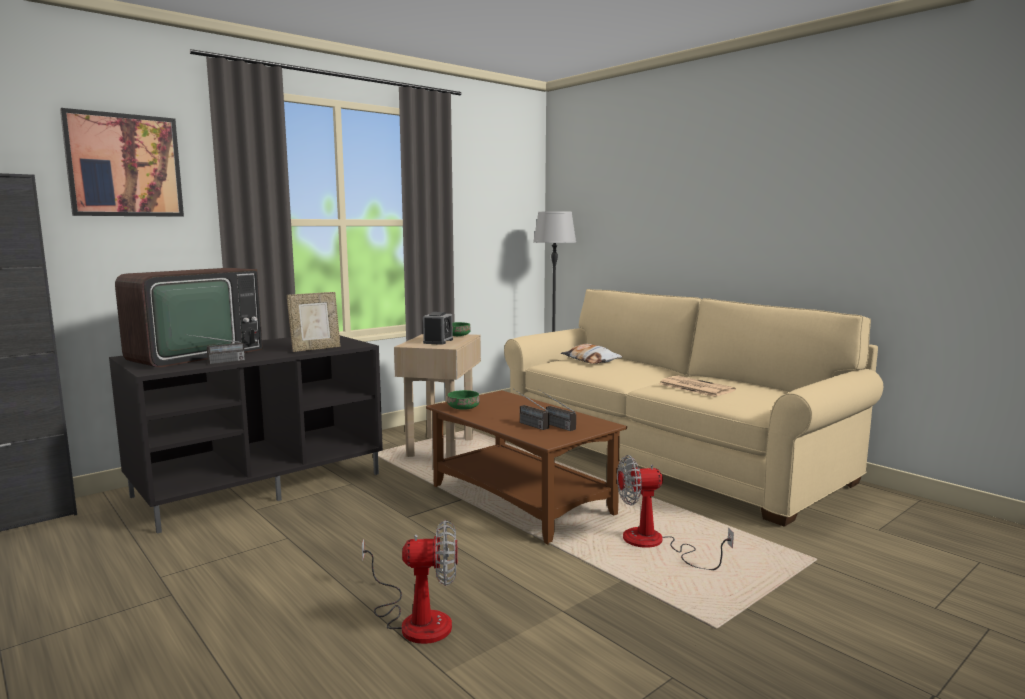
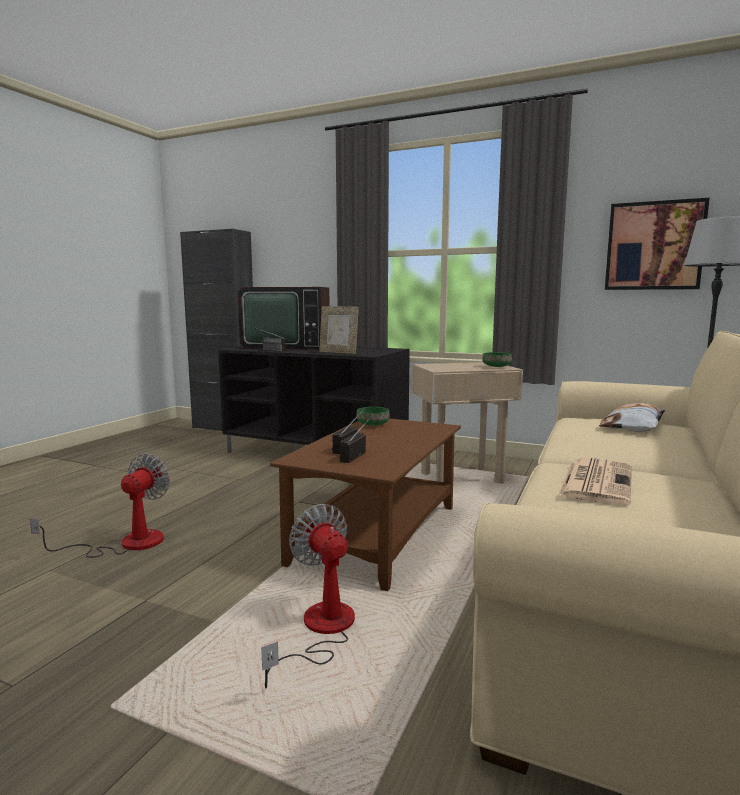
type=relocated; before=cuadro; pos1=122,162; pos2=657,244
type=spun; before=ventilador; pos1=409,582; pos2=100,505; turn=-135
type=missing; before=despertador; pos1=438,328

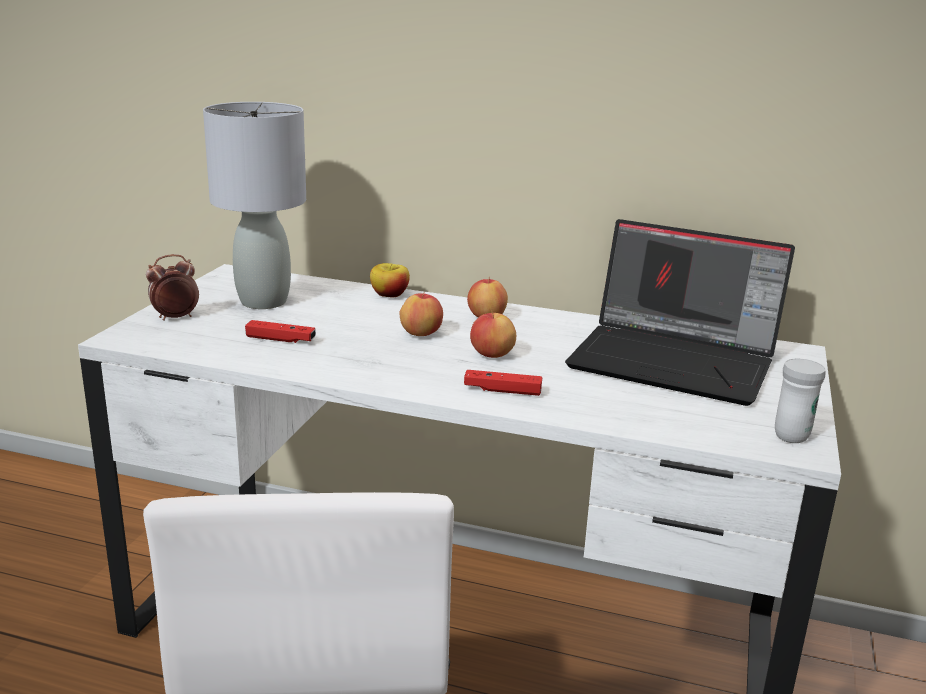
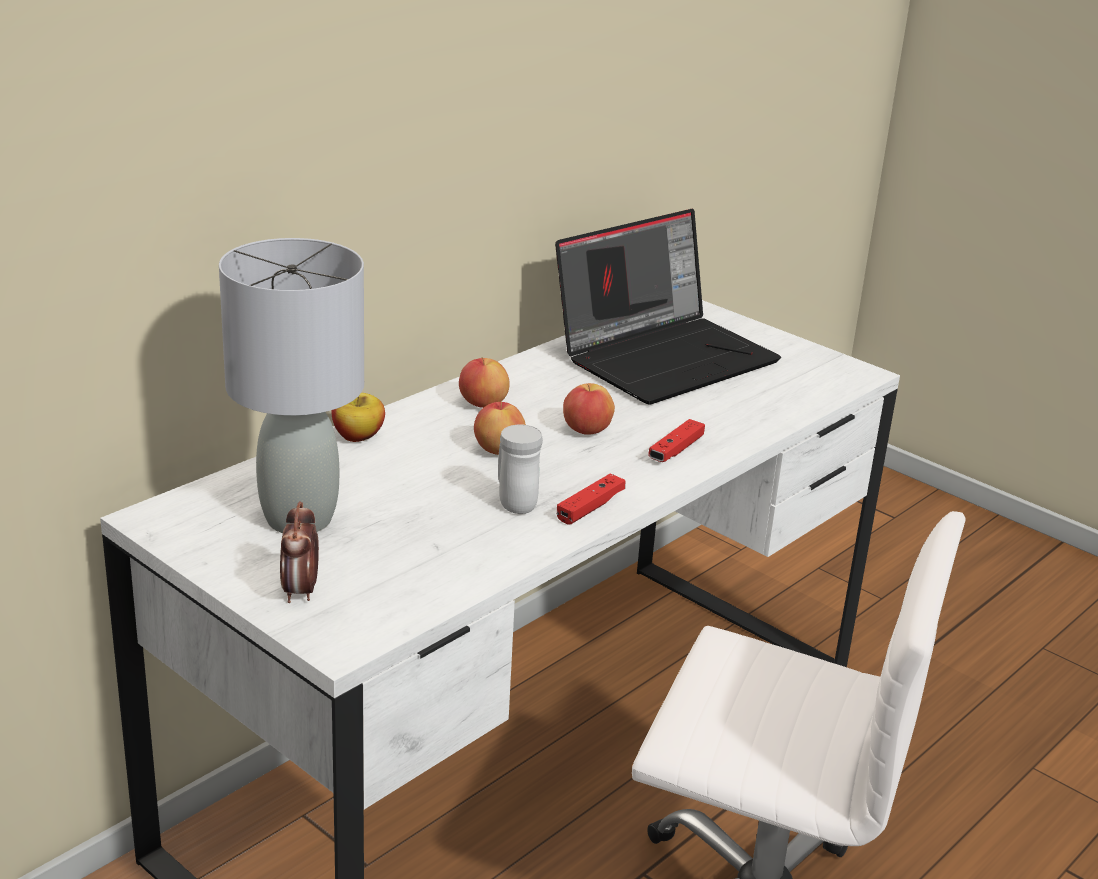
type=relocated; before=mando de consola (rojo); pos1=280,331; pos2=591,499
type=relocated; before=taza grande (blanco); pos1=800,400; pos2=520,469

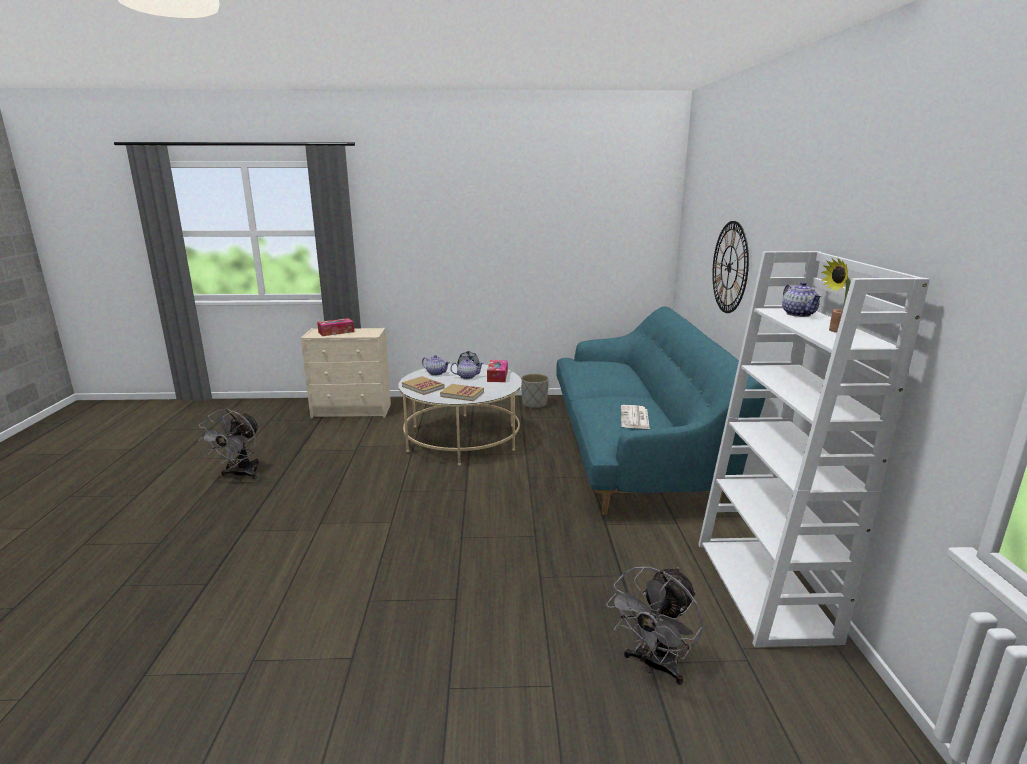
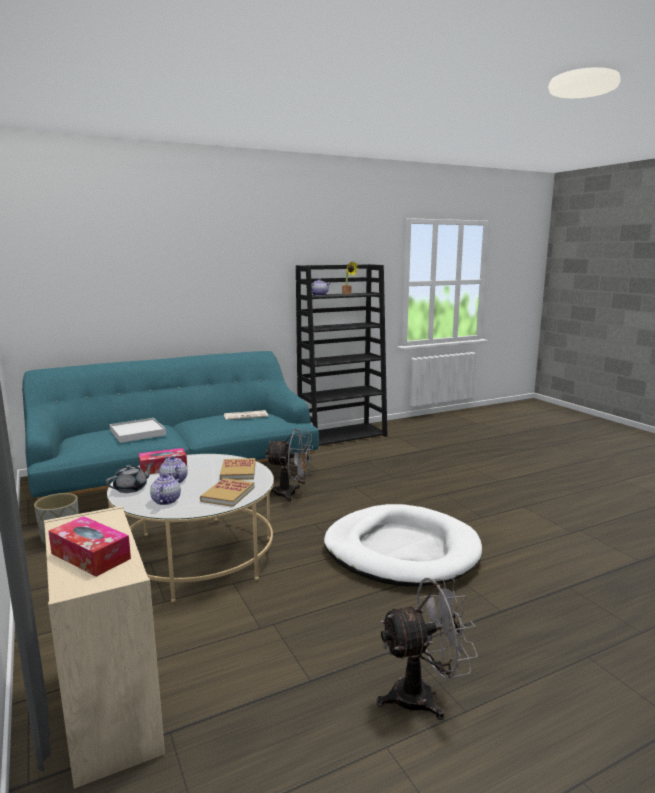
type=relocated; before=ventilador (gris); pos1=654,626; pos2=289,465
type=colour; before=estantería (blanco); after=estantería (negro); pos1=814,449; pos2=341,356
type=missing; before=reloj de pared; pos1=730,267
type=appeared; after=bandeja (blanco); pos2=138,430
type=appeared; after=cama para perro (blanco); pos2=403,545

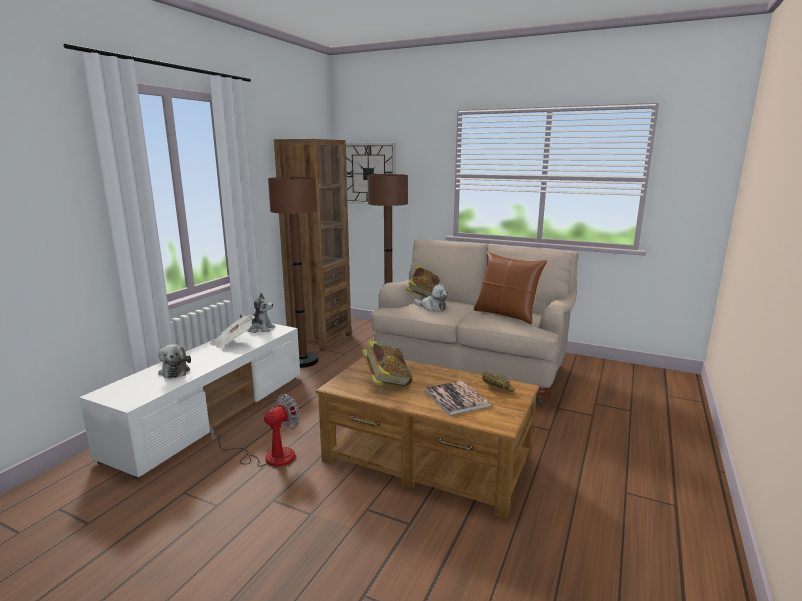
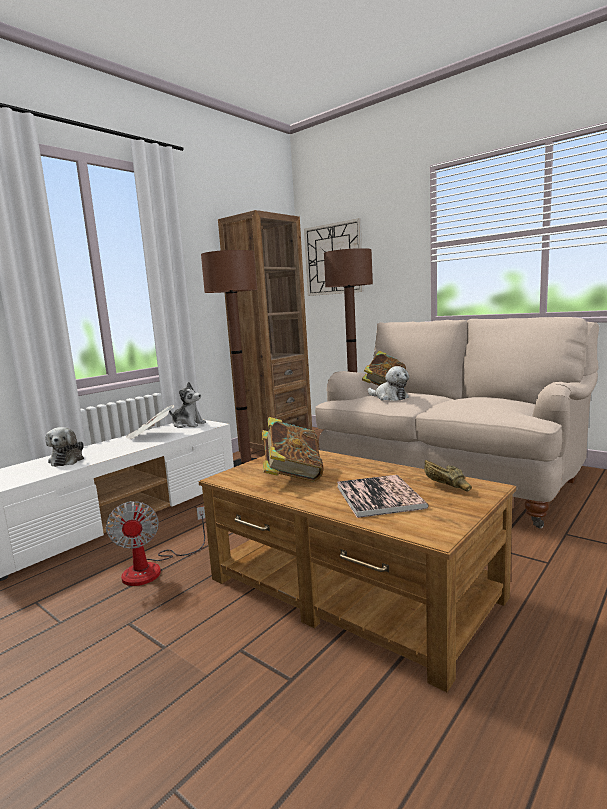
type=spun; before=ventilador; pos1=255,430; pos2=155,543; turn=105
type=missing; before=cojín (marrón); pos1=510,288

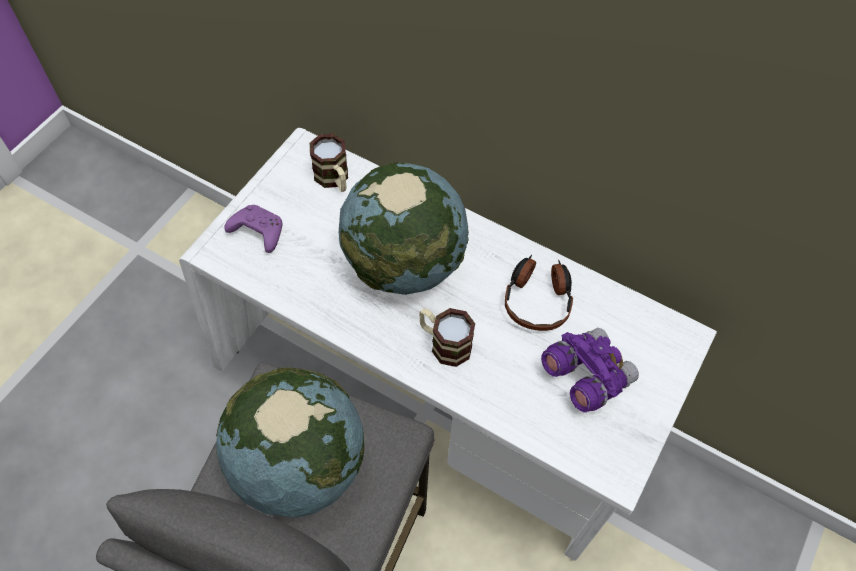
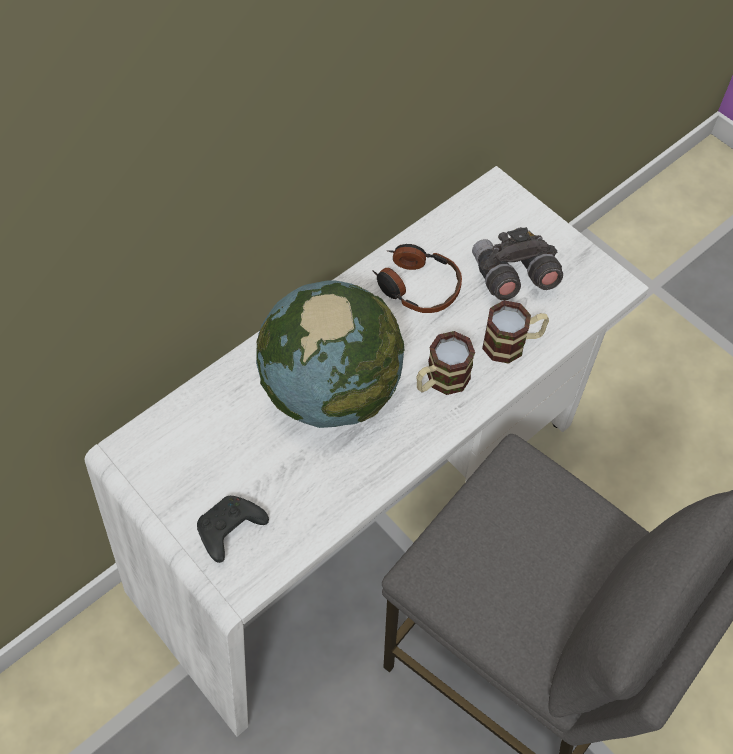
type=missing; before=globo terráqueo; pos1=290,442
type=colour; before=mando de consola (morado); after=mando de consola (negro); pos1=253,229; pos2=233,529
type=relocated; before=taza grande; pos1=329,163; pos2=515,332
type=colour; before=prismáticos (morado); after=prismáticos (gris); pos1=590,370; pos2=517,263

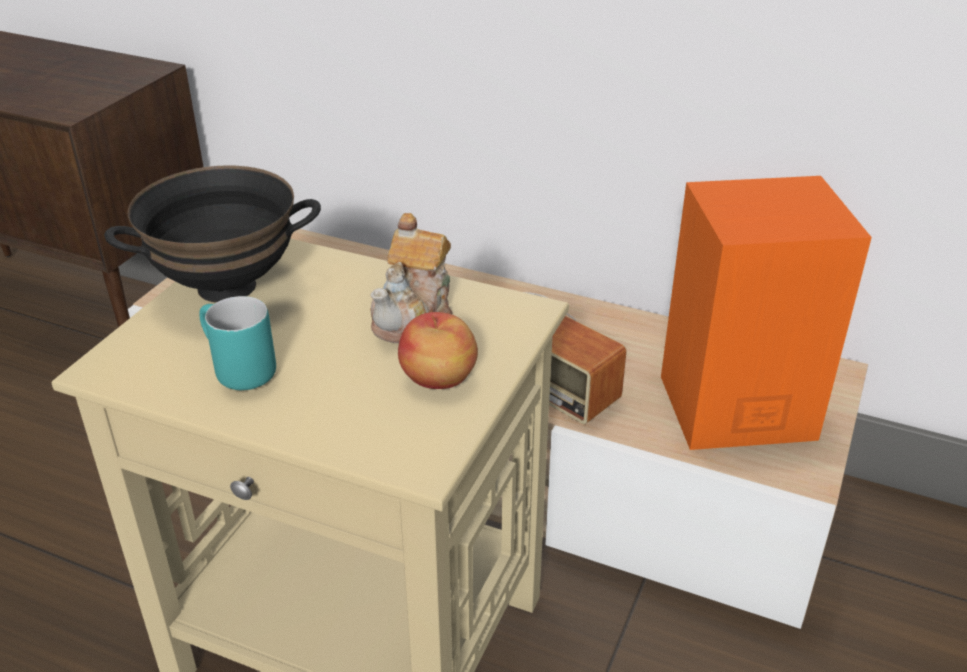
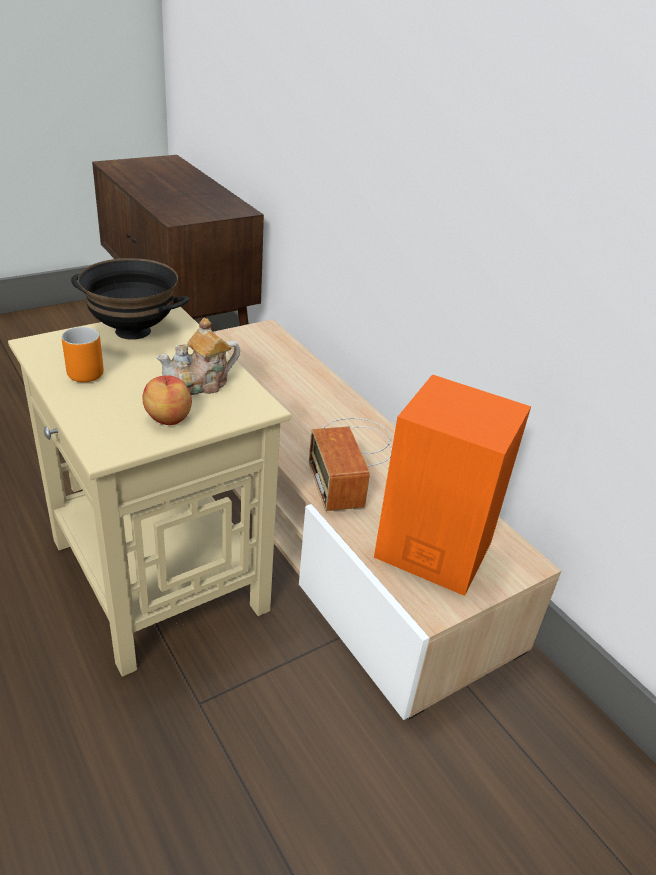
type=colour; before=taza grande (turquesa); after=taza grande (naranja); pos1=237,343; pos2=83,354

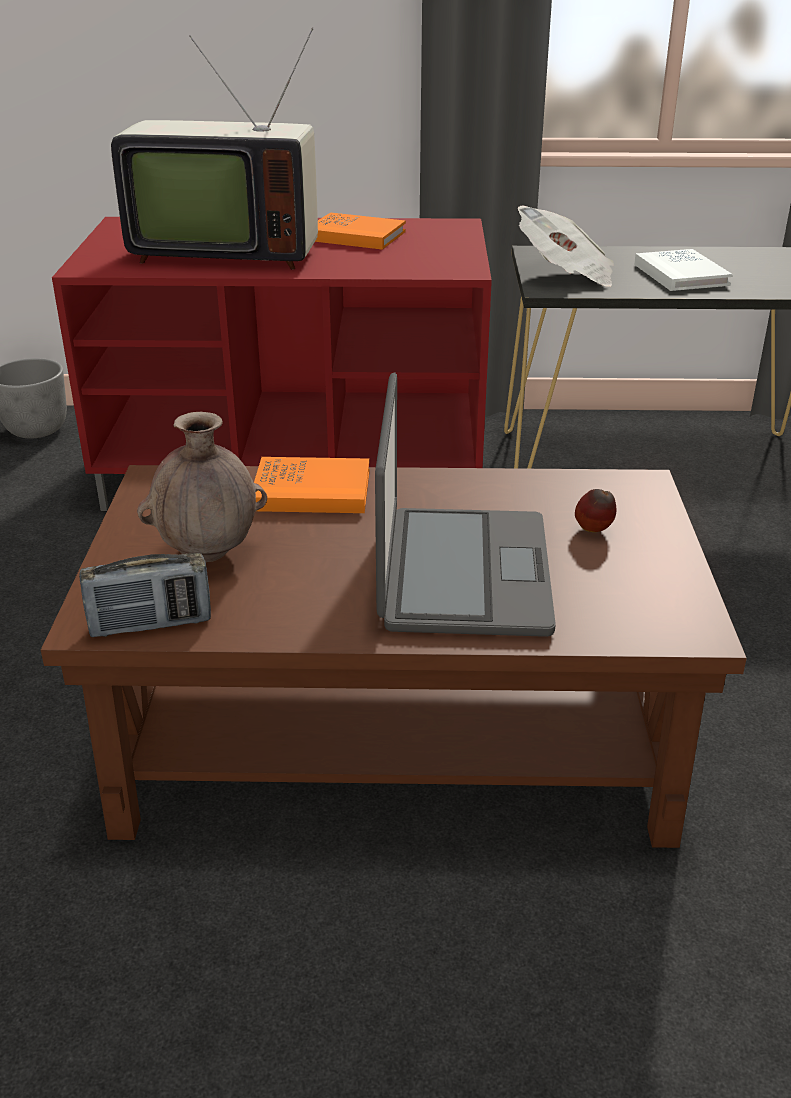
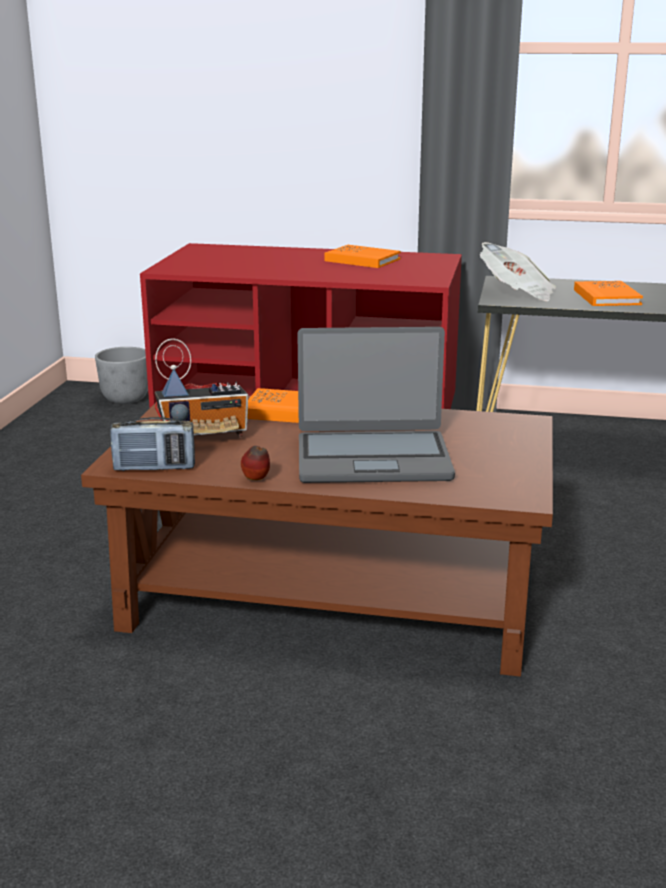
type=missing; before=televisor; pos1=214,148
type=exchanged; before=florero (marrón); after=radio; pos1=202,487; pos2=201,388
type=spun; before=portátil; pos1=465,504; pos2=376,405; turn=75
type=relocated; before=manzana; pos1=595,510; pos2=255,463
type=colour; before=libro (blanco); after=libro (naranja); pos1=683,270; pos2=608,293

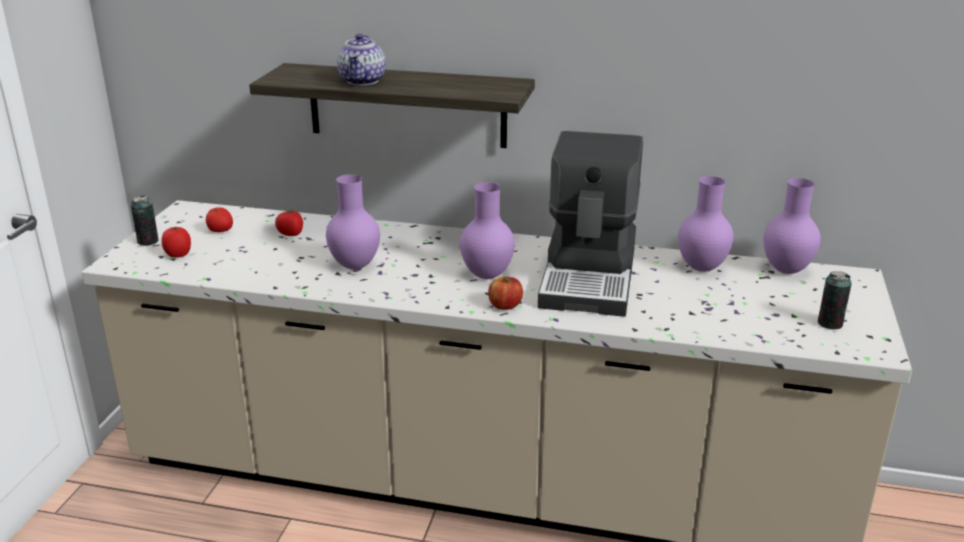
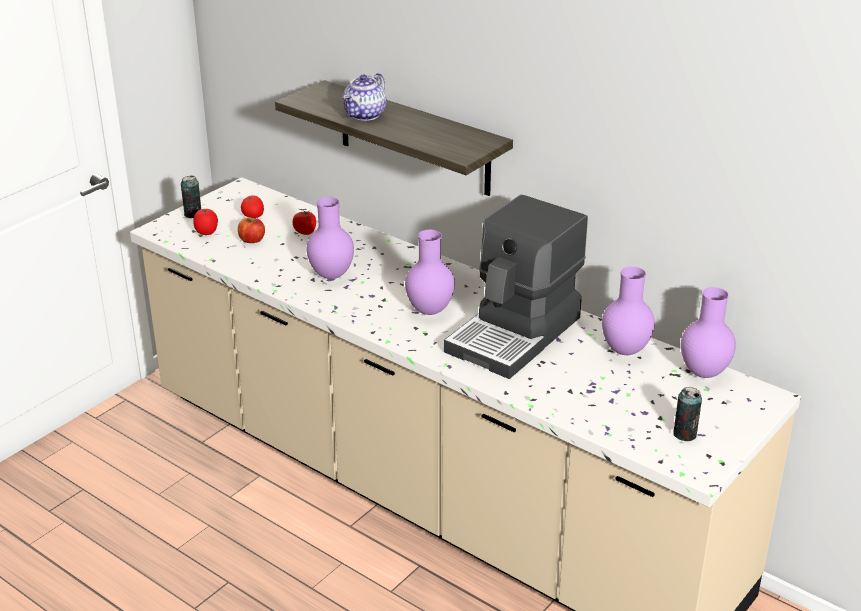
type=relocated; before=manzana; pos1=505,293; pos2=251,230

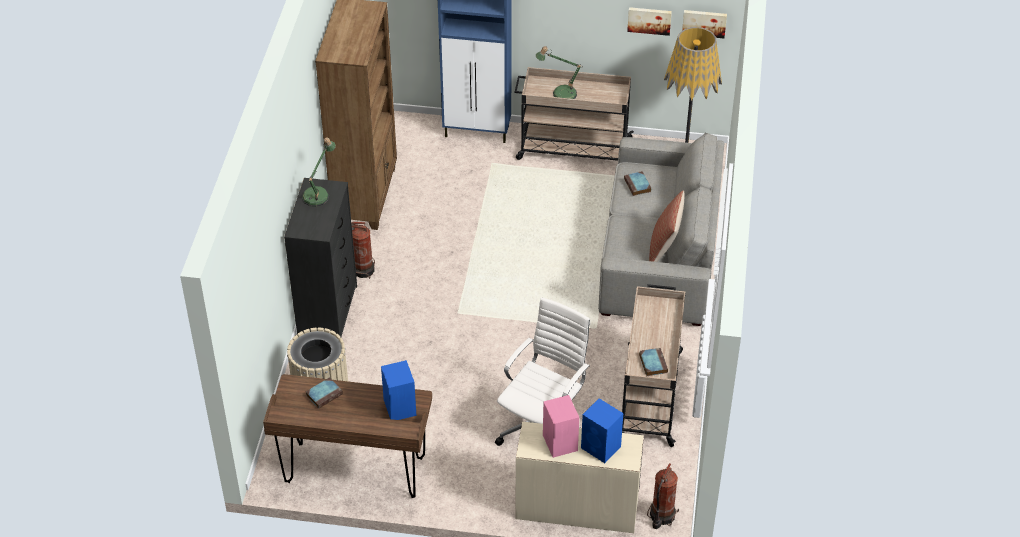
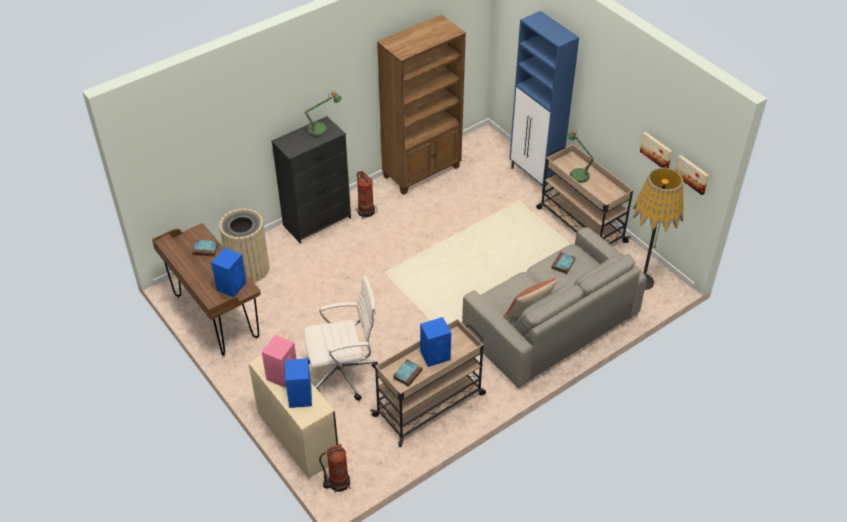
type=appeared; after=altavoz (azul); pos2=435,342

